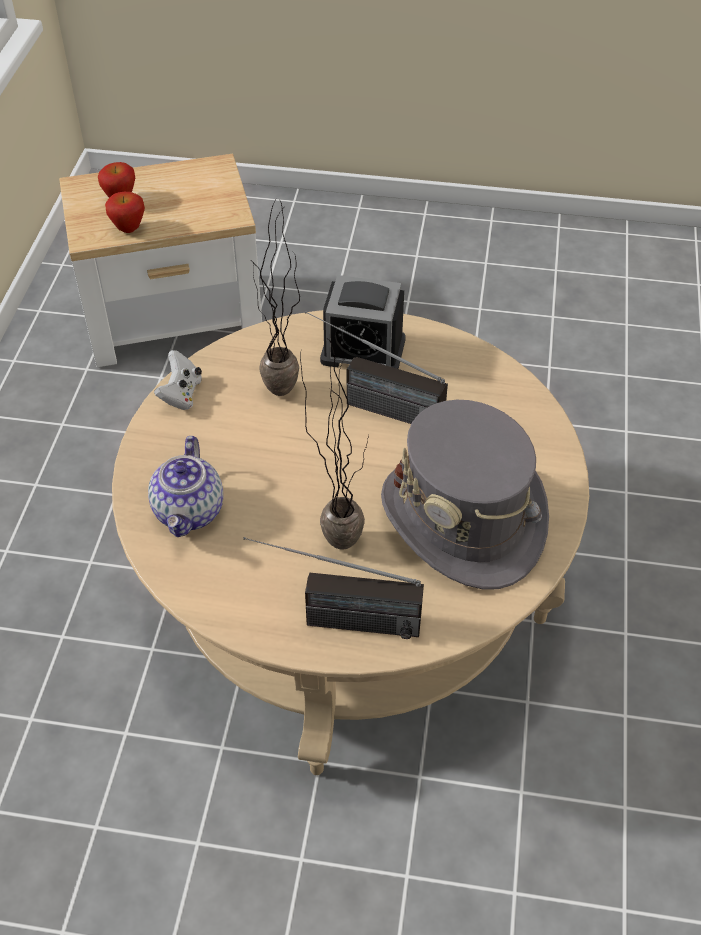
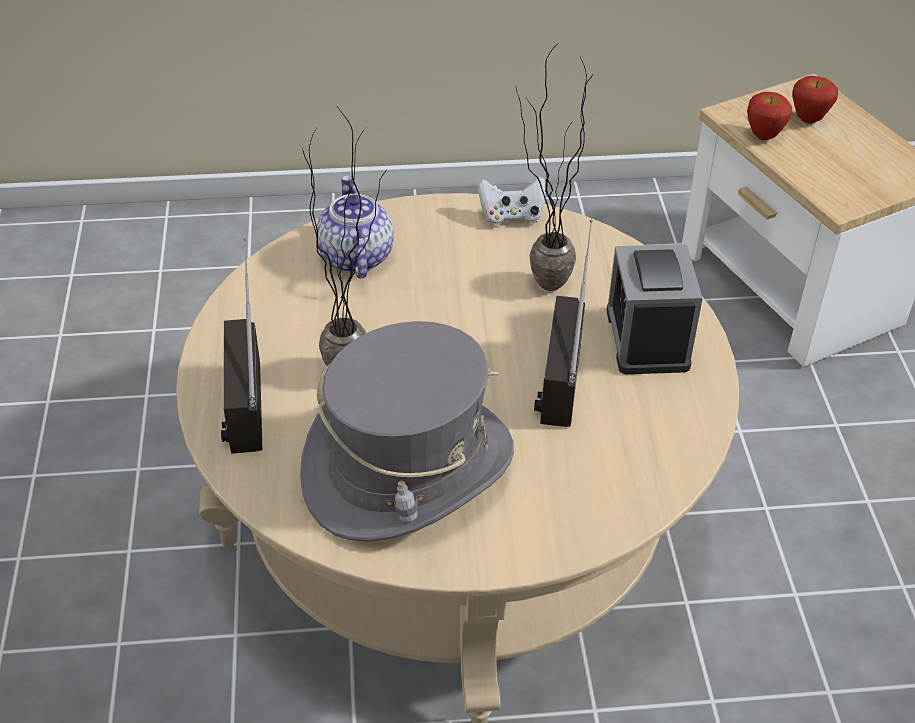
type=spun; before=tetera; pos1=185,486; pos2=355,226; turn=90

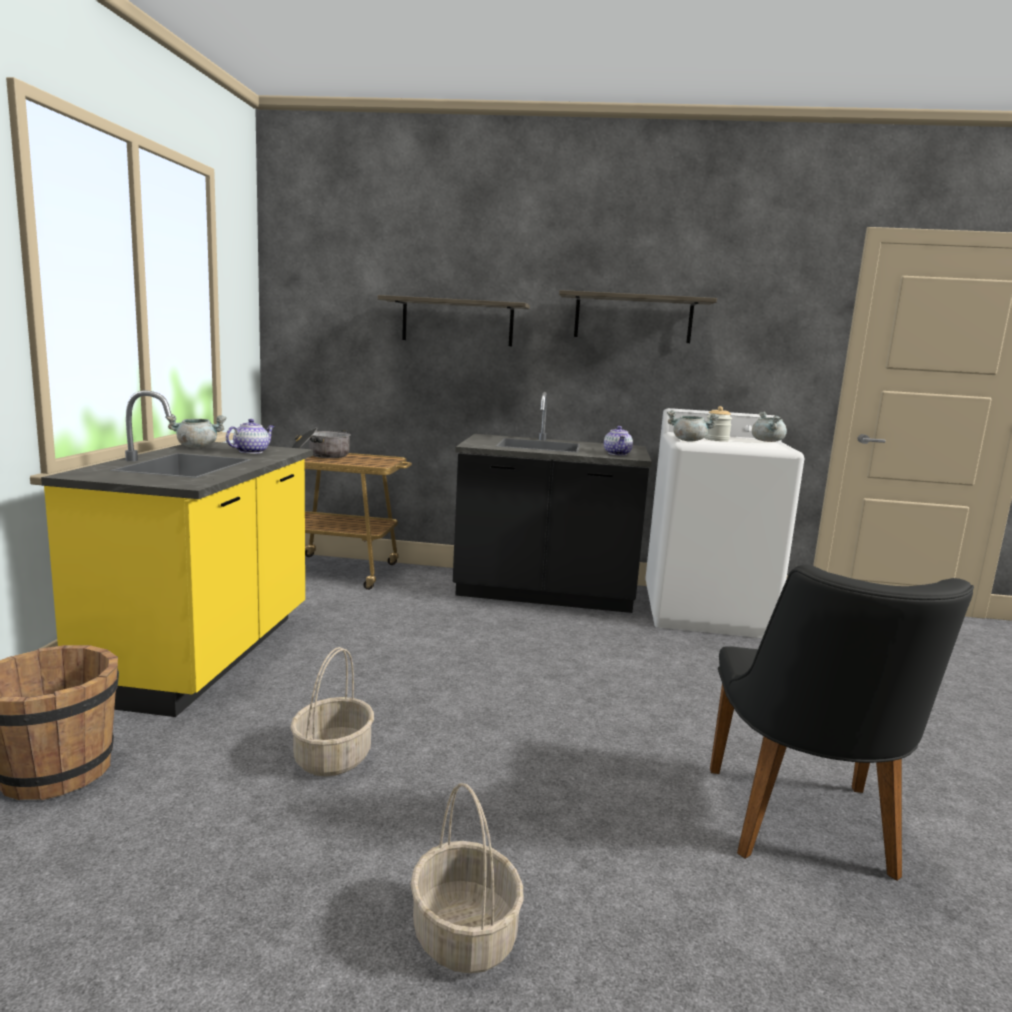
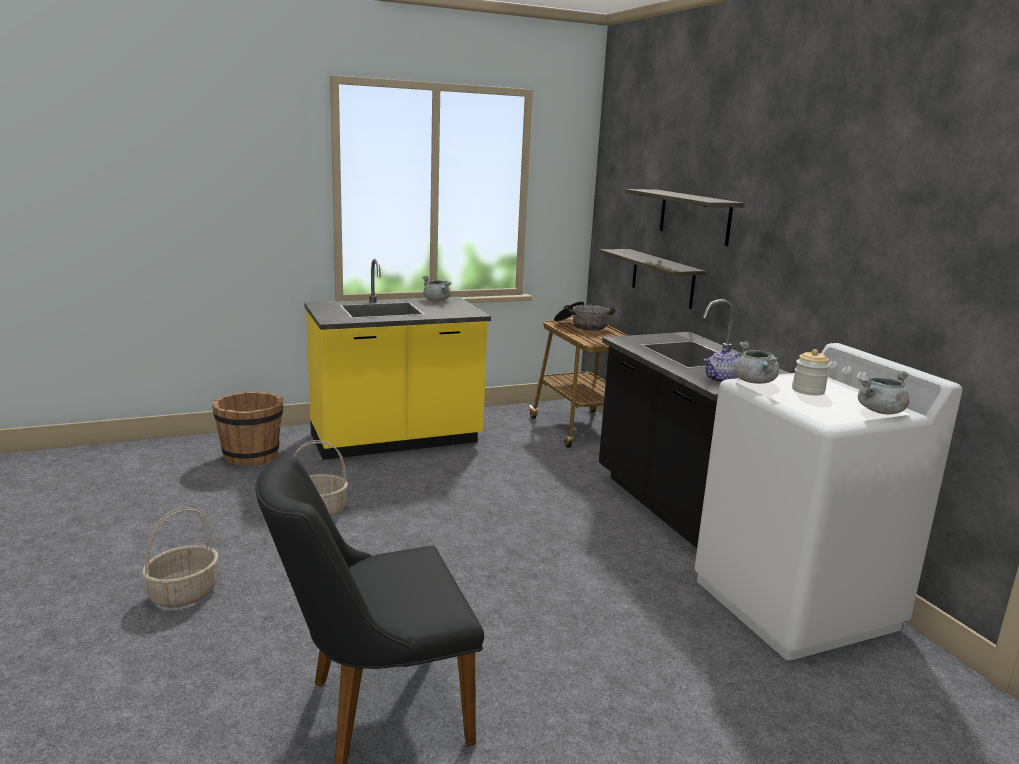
type=missing; before=tetera; pos1=250,436
type=relocated; before=estante; pos1=638,316; pos2=652,279

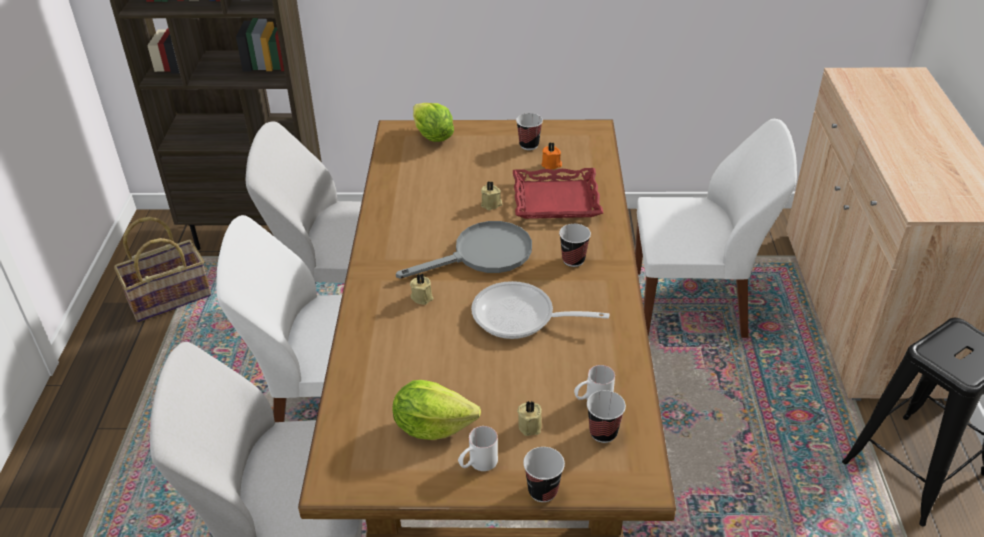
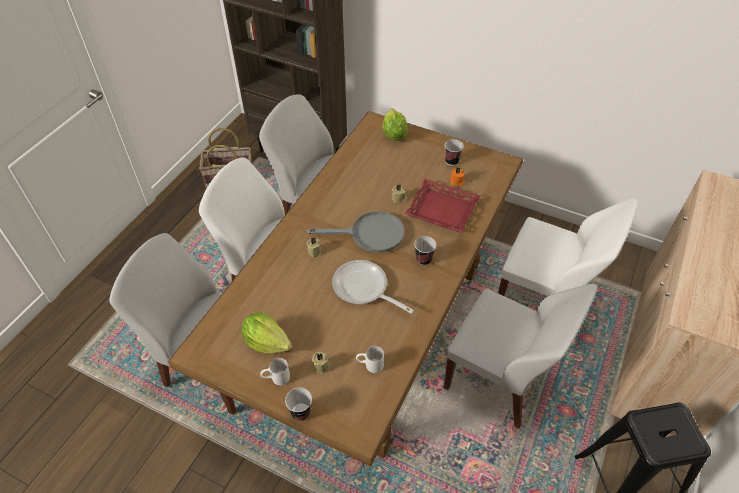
type=missing; before=taza; pos1=606,416
type=appeared; after=silla (blanco); pos2=520,356

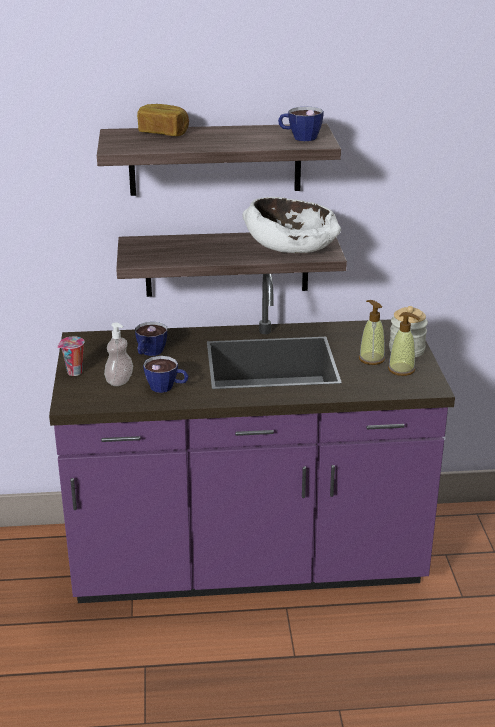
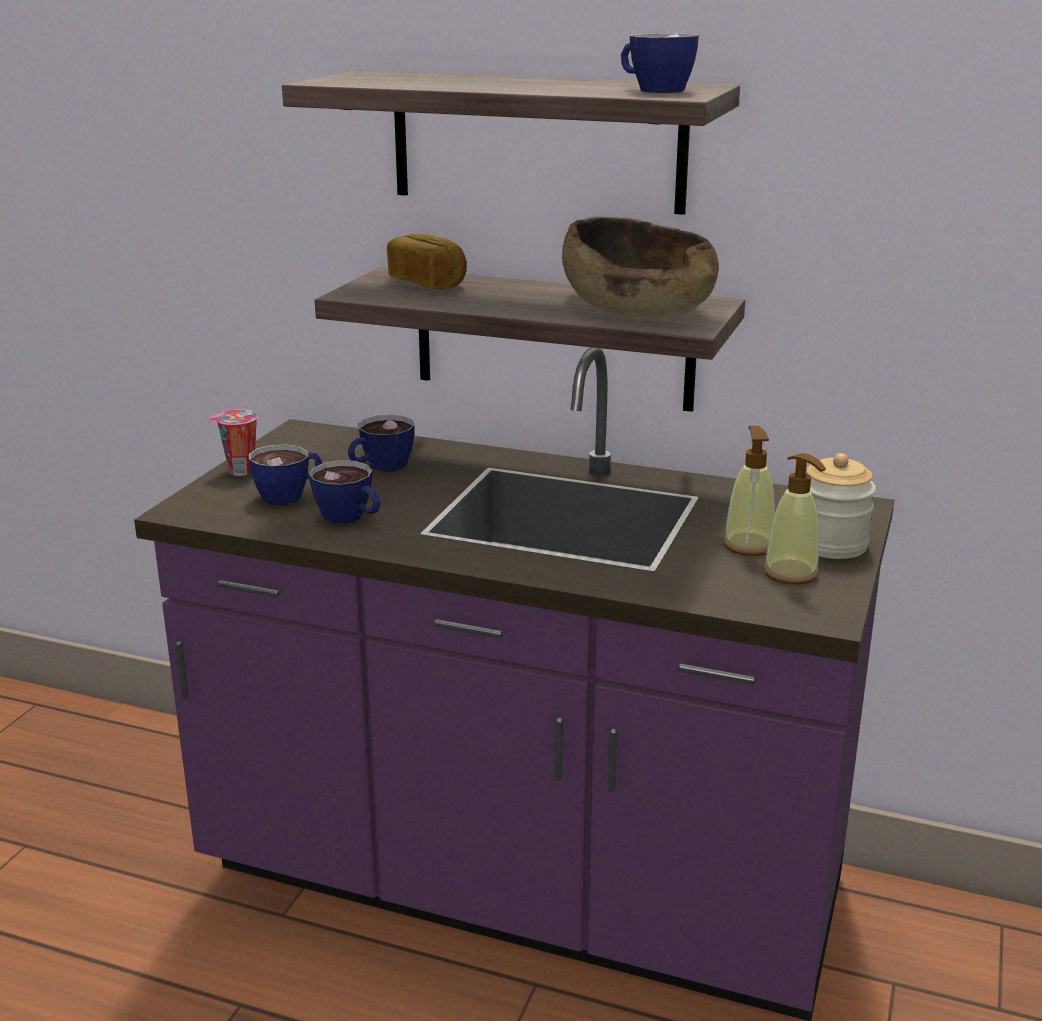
type=exchanged; before=dispensador de jabón; after=taza; pos1=118,354; pos2=285,474
type=relocated; before=pan; pos1=163,120; pos2=427,261
type=colour; before=cuenco (blanco); after=cuenco (marrón); pos1=291,225; pos2=640,267

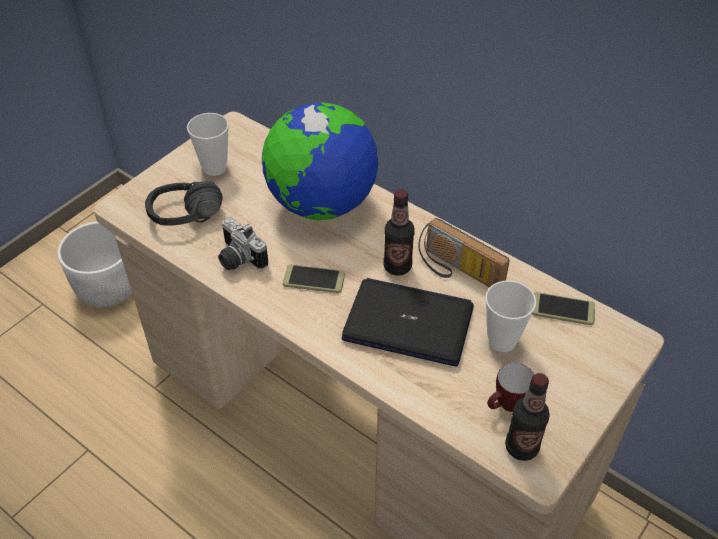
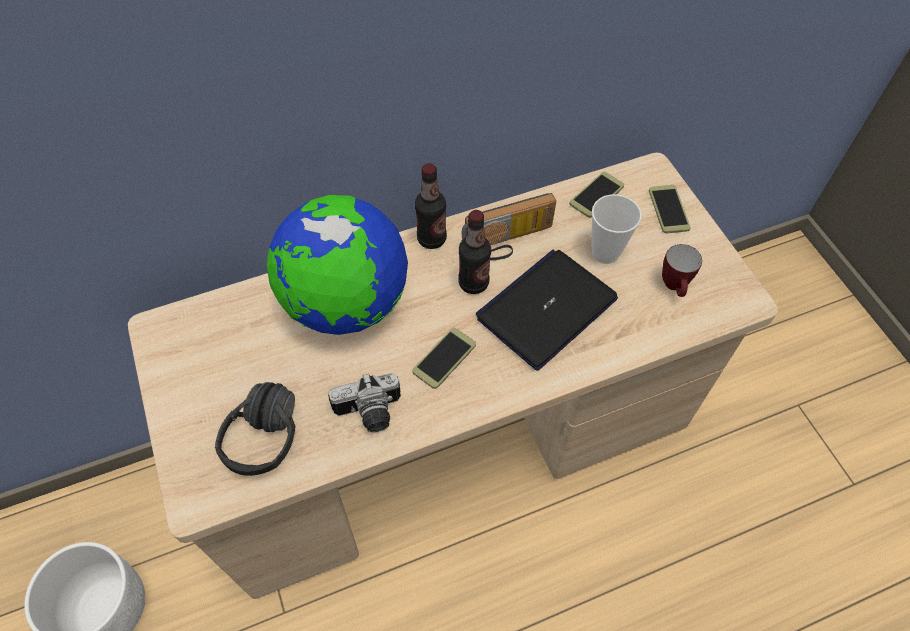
type=missing; before=taza; pos1=208,144
type=relocated; before=botella; pos1=527,417; pos2=431,206
type=appeared; after=móvil; pos2=670,209

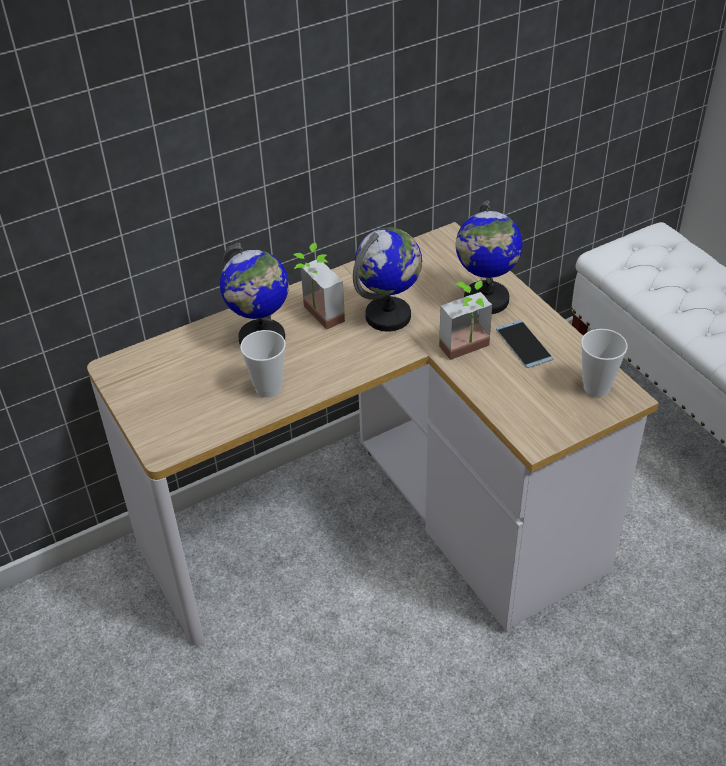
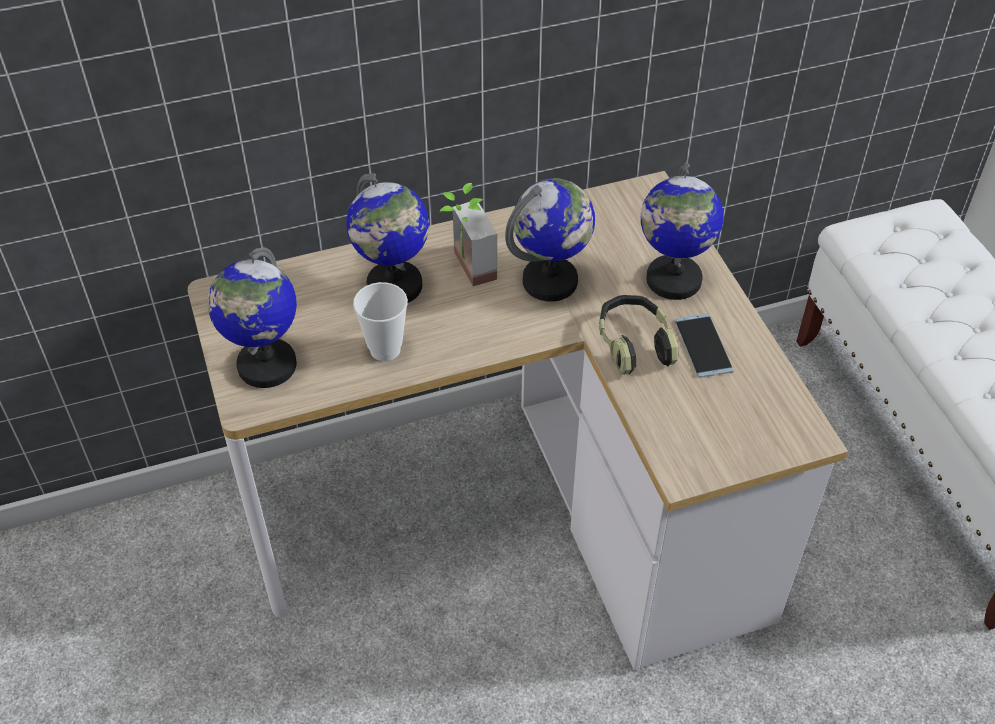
type=exchanged; before=planta en maceta; after=auriculares; pos1=465,320; pos2=639,335
type=missing; before=taza; pos1=604,363
type=appeared; after=globo terráqueo; pos2=252,317

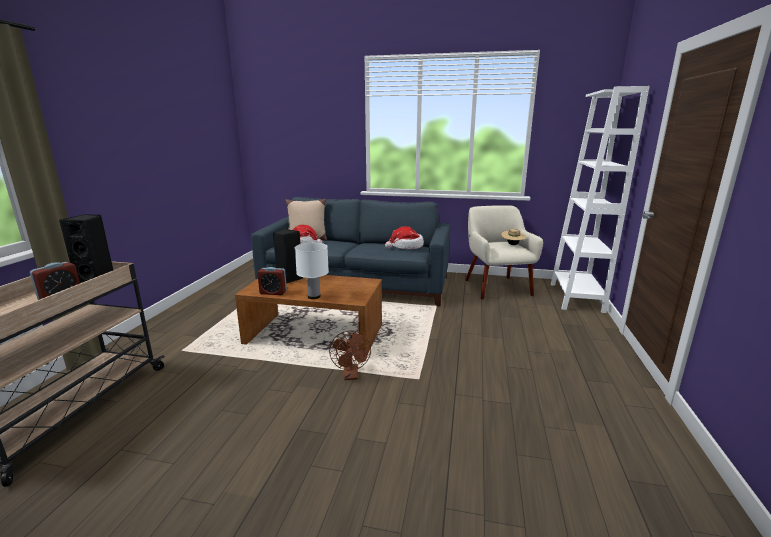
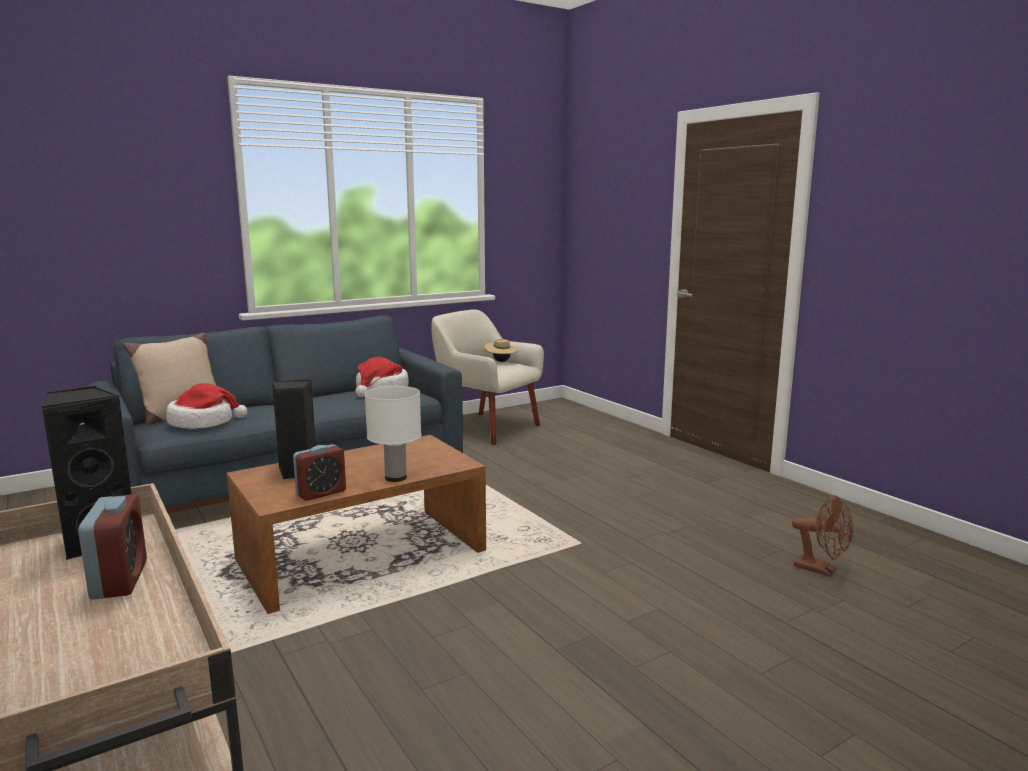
type=relocated; before=ventilador (marrón); pos1=350,355; pos2=822,536
type=missing; before=estantería (blanco); pos1=600,199

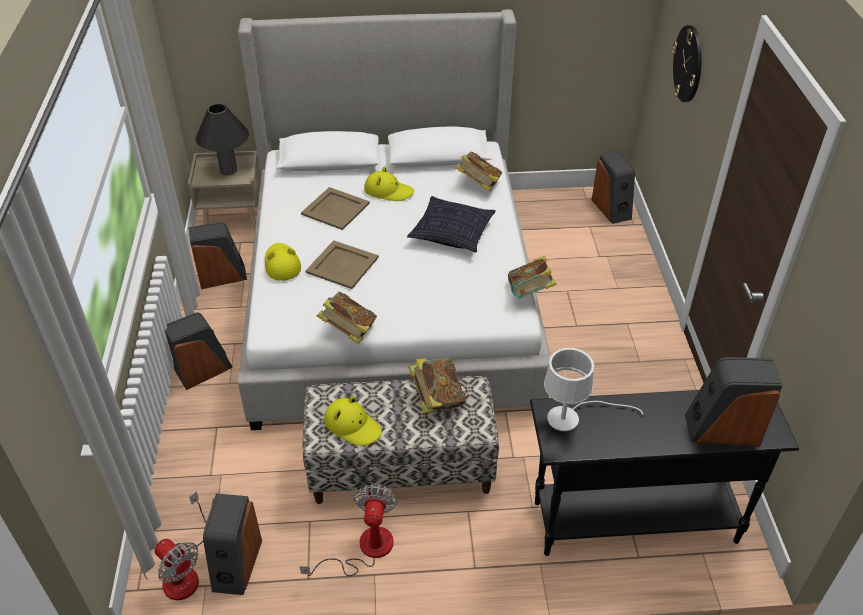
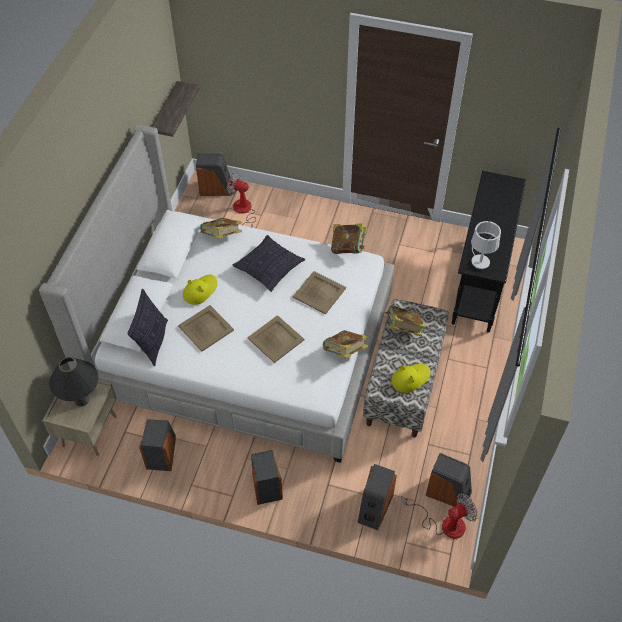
type=missing; before=sombrero (amarillo); pos1=283,262
type=relocated; before=ventilador; pos1=349,530; pos2=241,200
type=missing; before=reloj de pared; pos1=687,63
type=relocated; before=altavoz; pos1=734,401; pos2=377,497
type=appeared; after=cojín; pos2=147,327
type=appeared; after=estante; pos2=175,109
type=appeared; after=bandeja (beis); pos2=319,292

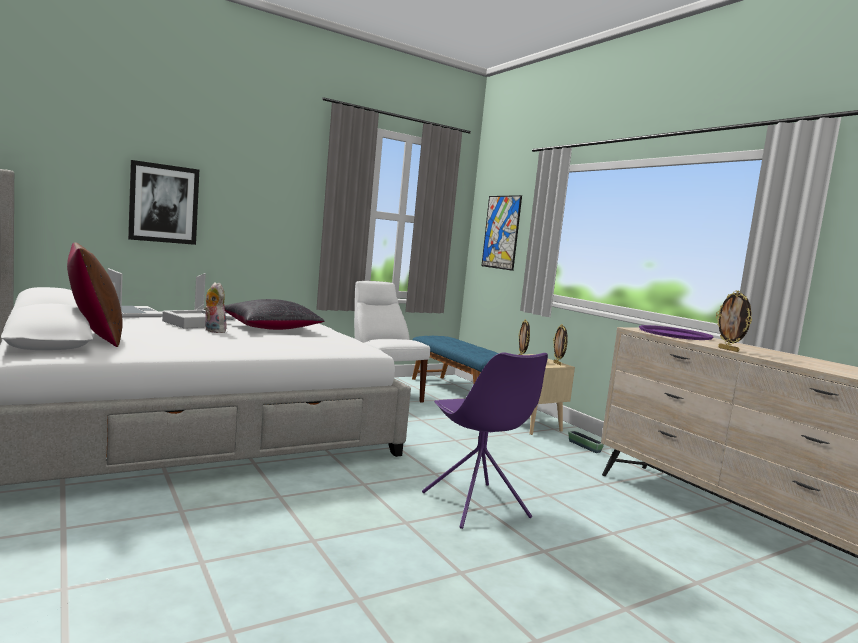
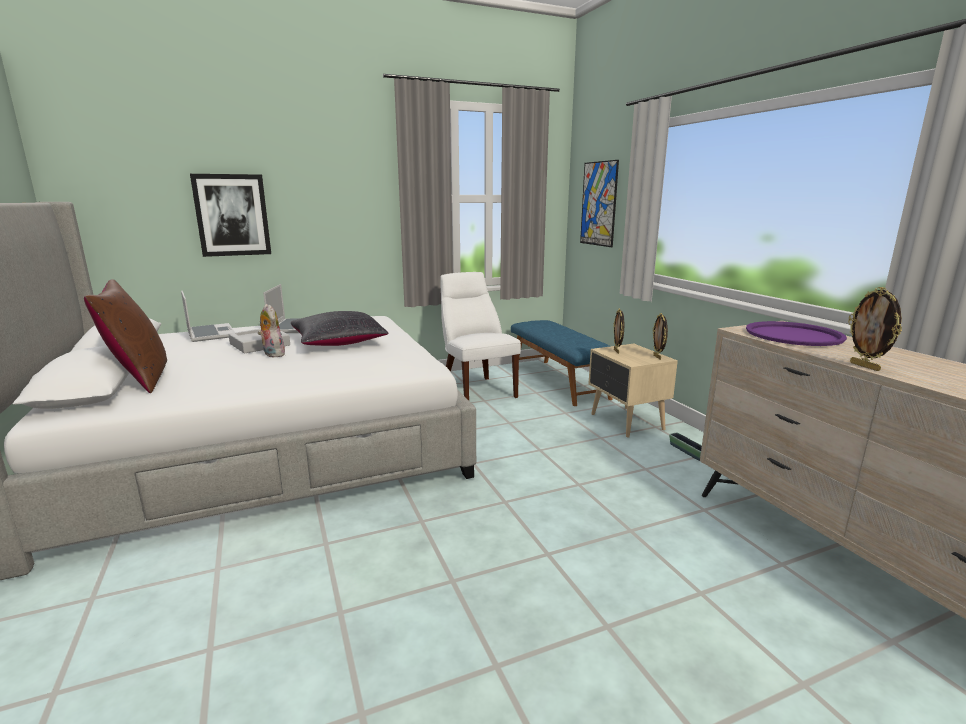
type=missing; before=silla (morado); pos1=485,440

